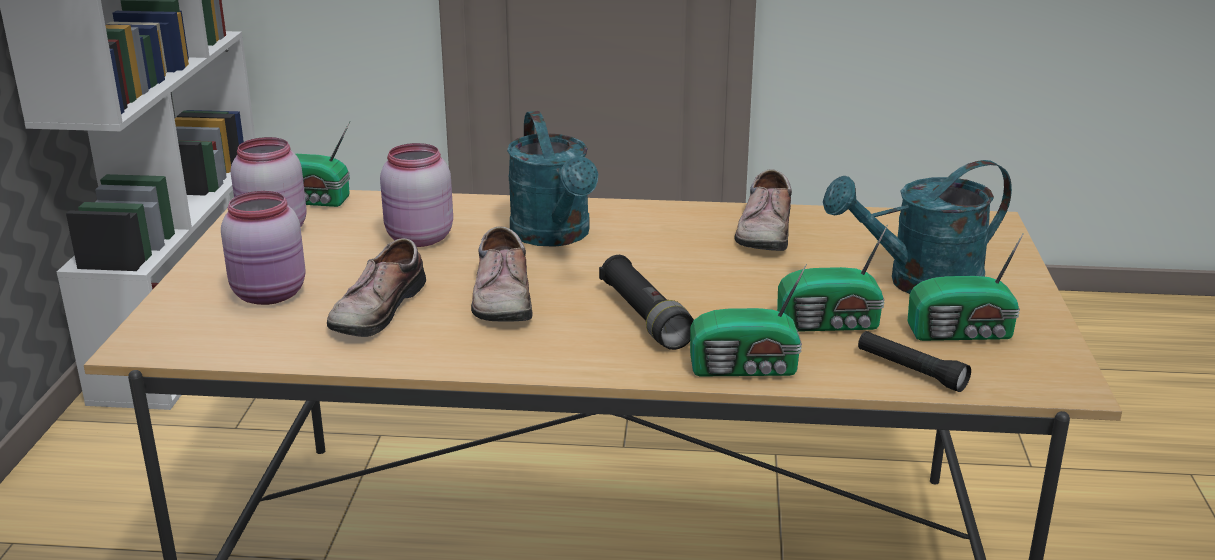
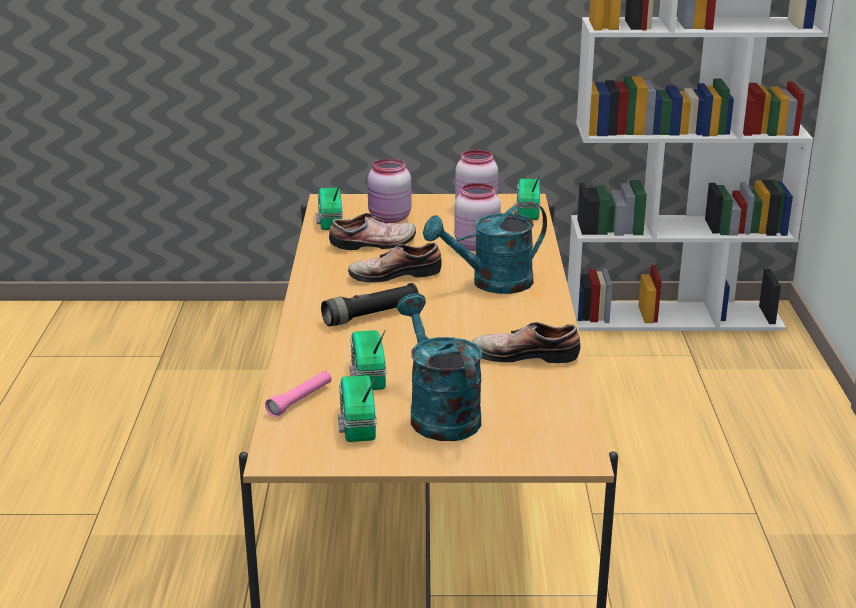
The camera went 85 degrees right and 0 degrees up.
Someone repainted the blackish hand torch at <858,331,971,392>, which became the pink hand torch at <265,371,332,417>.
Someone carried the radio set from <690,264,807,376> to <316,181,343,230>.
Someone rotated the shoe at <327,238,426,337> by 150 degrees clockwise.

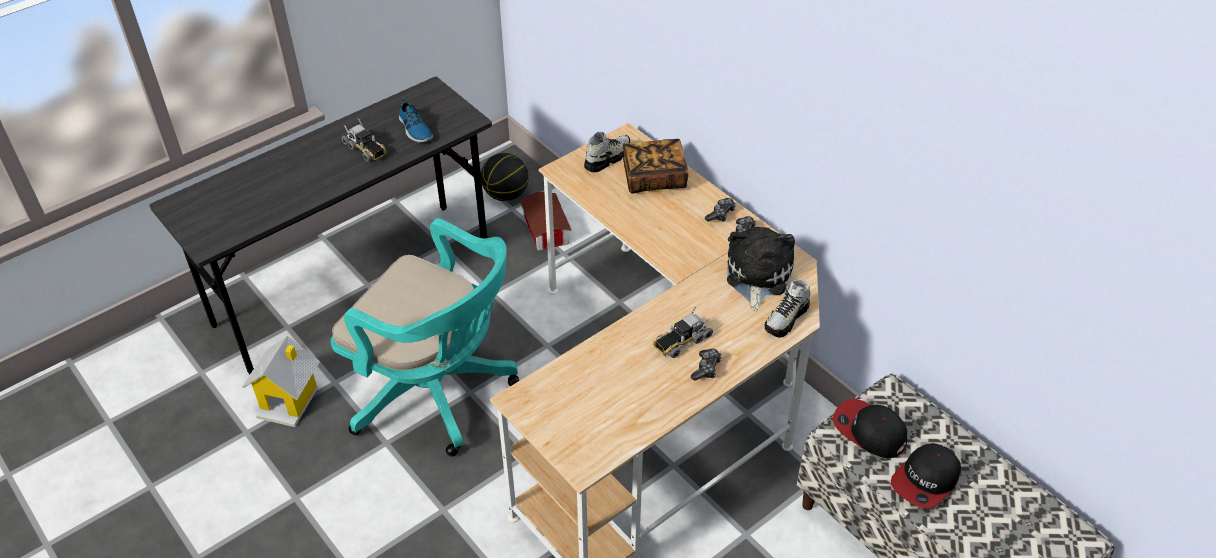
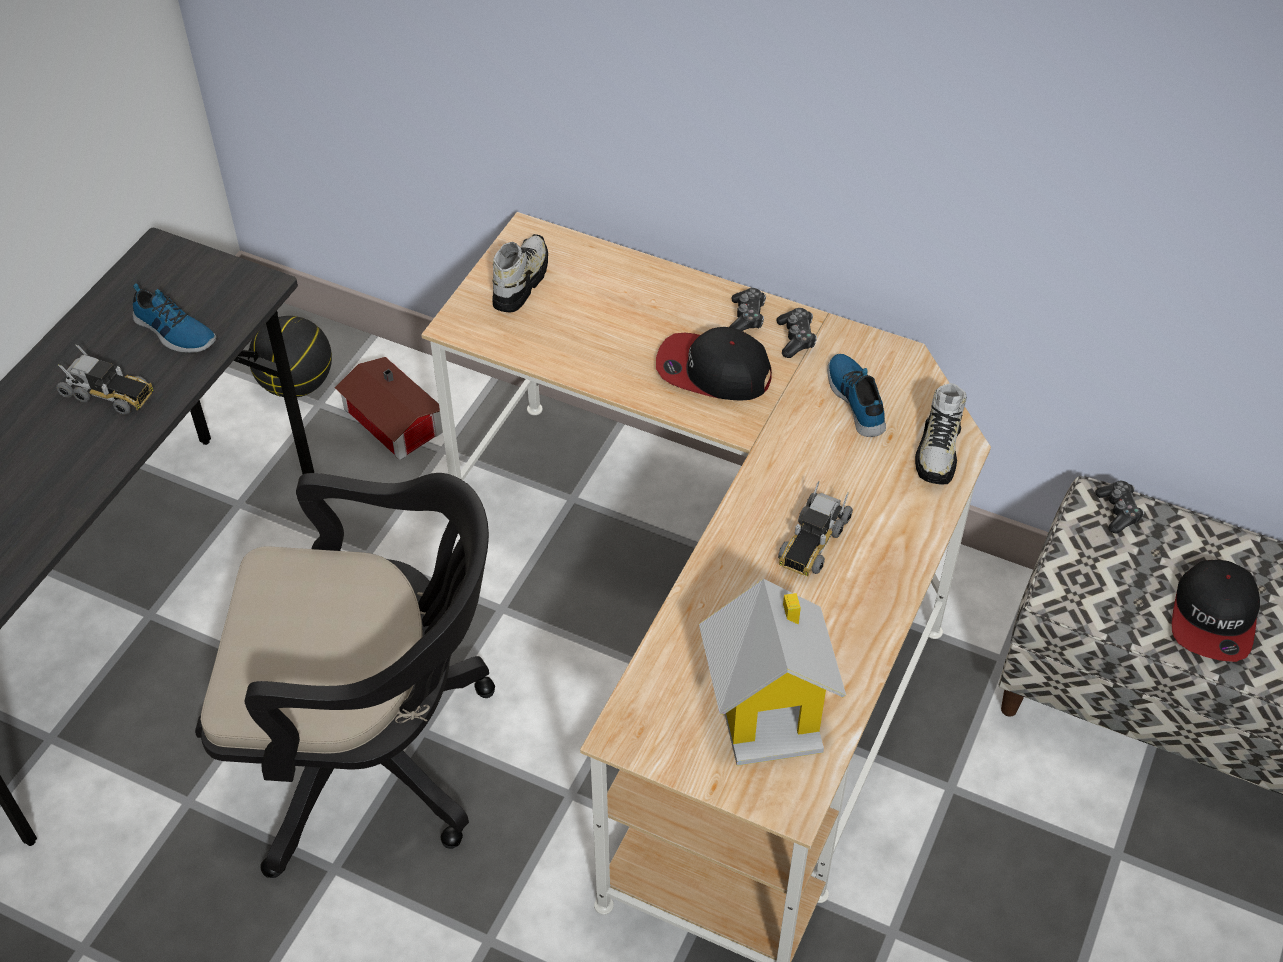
The camera went 25 degrees left and 5 degrees up.
Someone repainted the turquoise office chair at <331,218,519,457>, which became the blackish office chair at <195,473,495,878>.
Someone carried the baseball cap from <833,398,907,458> to <656,327,772,400>.
Someone carried the model house from <242,336,320,427> to <699,578,846,766>.
Someone swapped the soft toy at <727,227,795,311> for the shoe at <827,354,886,437>.
Someone carried the joypad from <691,349,722,381> to <1095,481,1144,534>.
Someone took away the book at <623,139,689,193>.

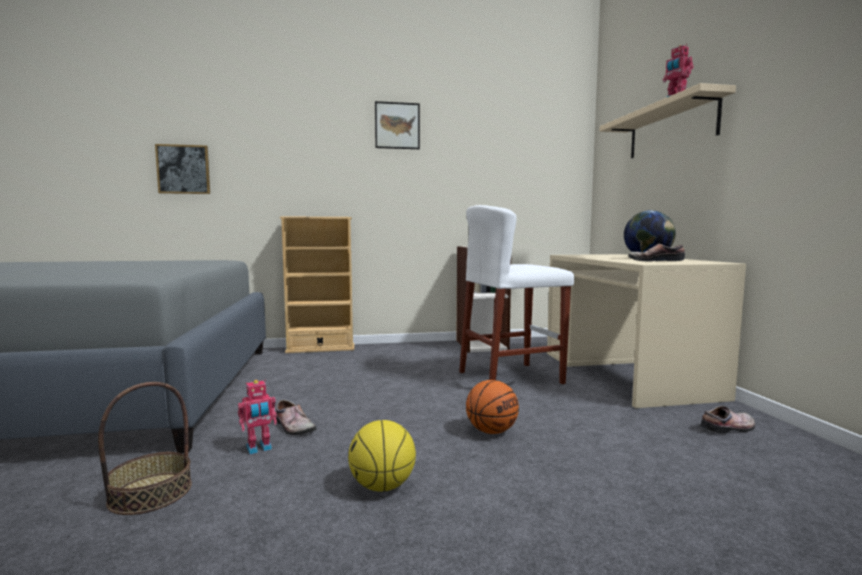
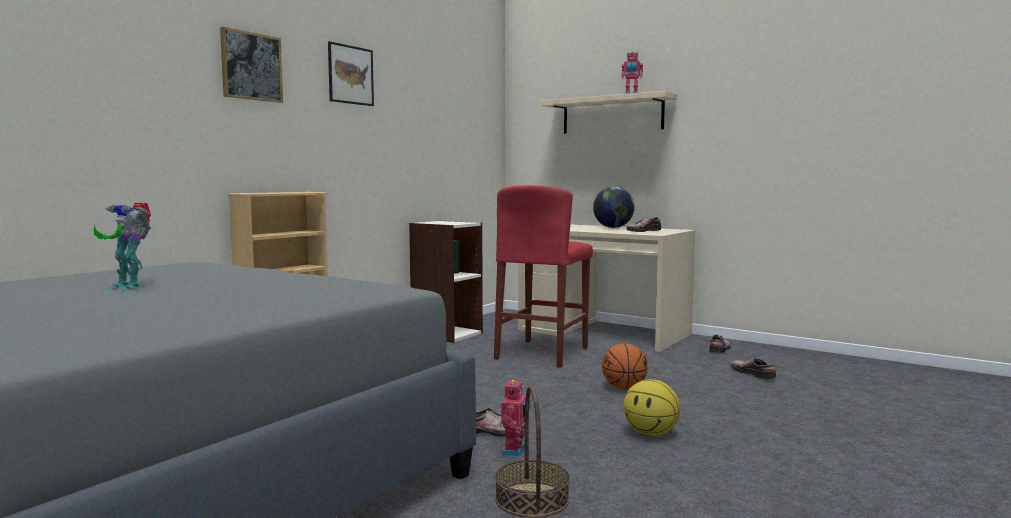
The camera went 45 degrees left and 0 degrees up.
Someone put down the toy robot at <94,202,151,290>.
Someone carried the picture from <155,144,210,194> to <220,27,283,103>.
Someone repainted the white-coloured stool at <459,205,574,384>, which became the red stool at <494,185,593,368>.
Someone put down the shoe at <731,358,776,380>.

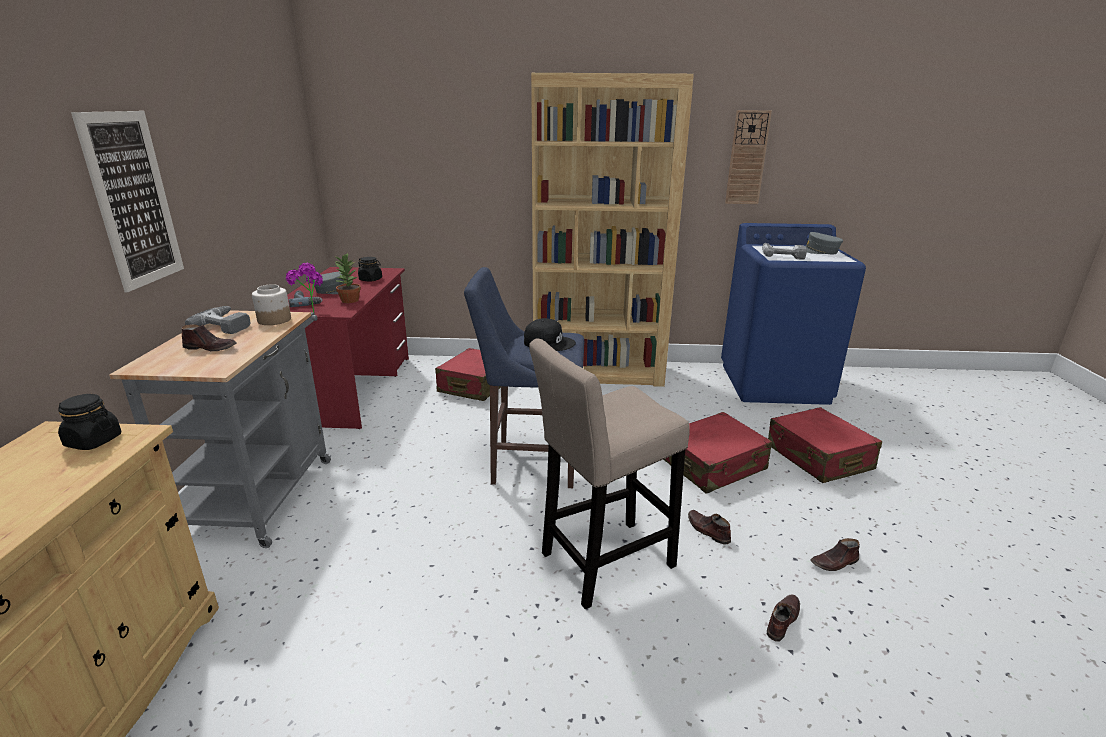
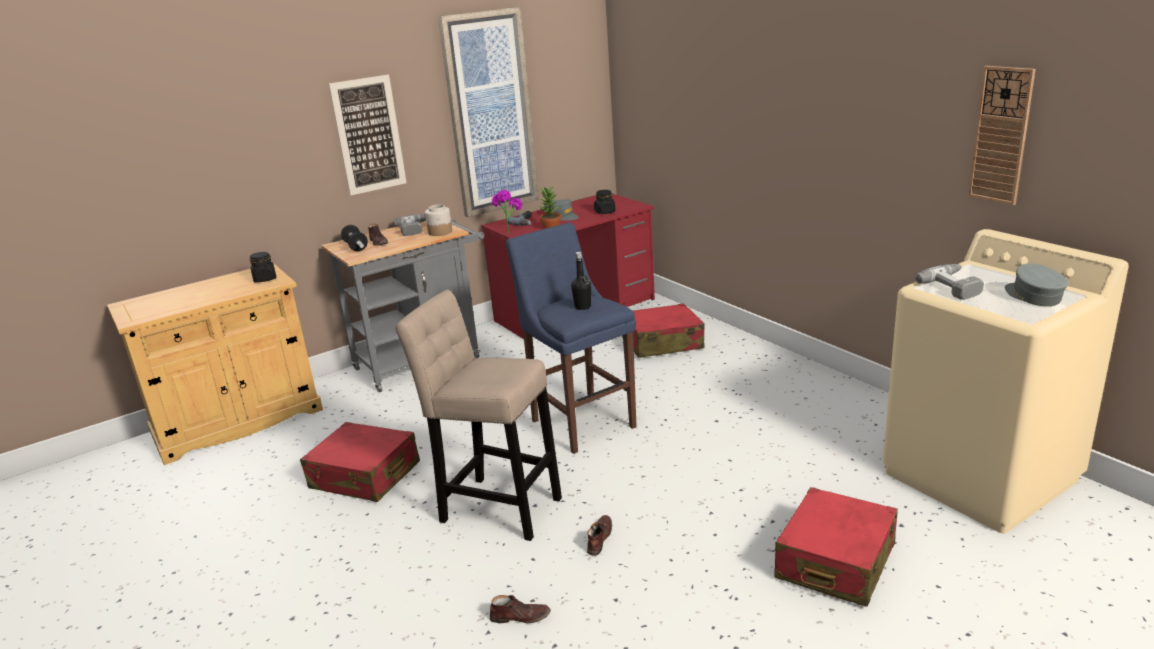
The camera went 55 degrees right and 0 degrees up.
Someone carried the red piece of luggage from <663,412,772,494> to <300,422,420,502>.
Someone put down the hand weight at <341,225,368,251>.
Someone put up the picture at <438,7,539,217>.
Someone swapped the blackish baseball cap at <524,318,576,351> for the blackish beverage bottle at <571,252,591,310>.
Someone repainted the bluish laundry machine at <721,223,866,405>, which became the beige laundry machine at <883,229,1129,534>.
Someone took away the brown-coloured shelving unit at <531,73,694,387>.
Someone took away the brown-coloured shoe at <811,538,859,571>.

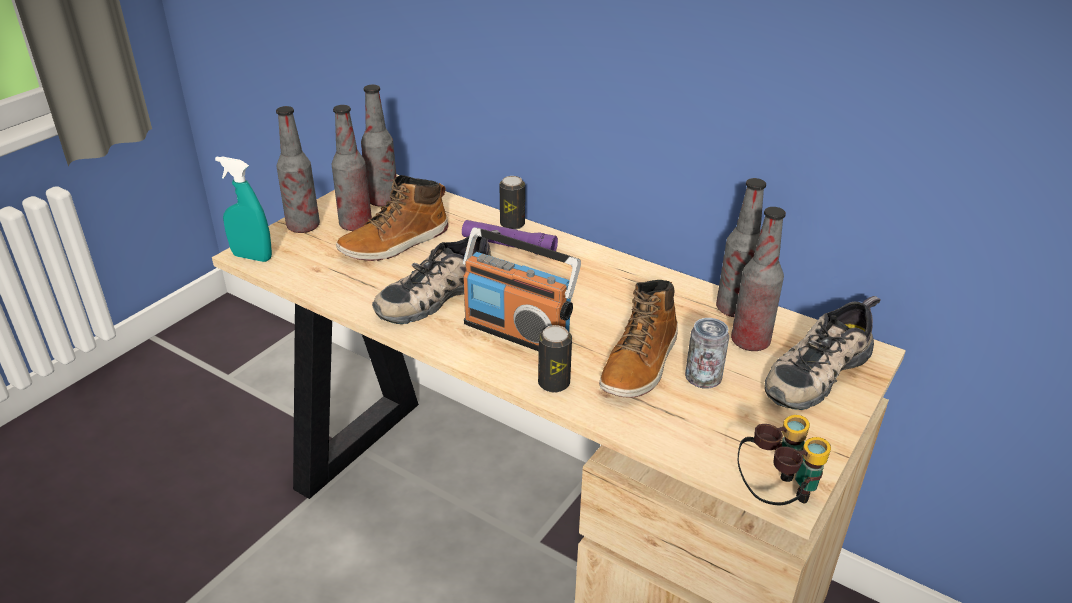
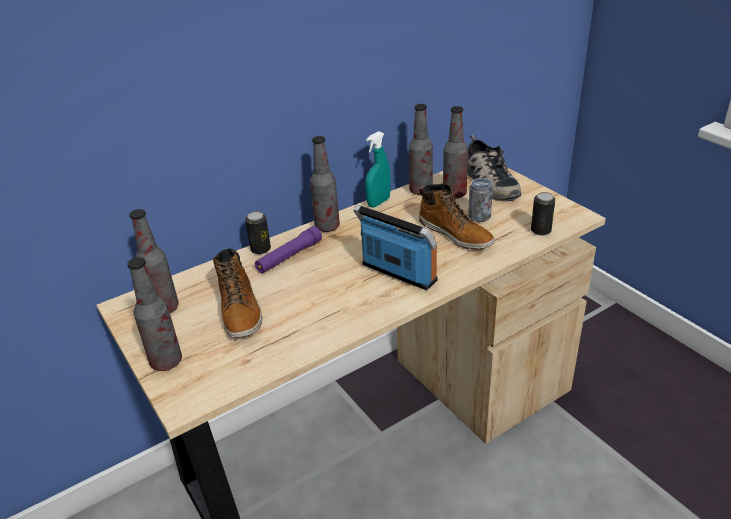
The camera went 65 degrees left and 0 degrees up.
Someone carried the beverage bottle from <332,105,372,231> to <310,136,340,232>.
Someone rotated the radio set at <463,227,581,351> by 105 degrees counterclockwise.
Someone carried the turquoise sprayer from <215,156,272,262> to <365,131,391,208>.
Someone carried the can from <538,325,572,393> to <531,192,555,235>.
Someone took away the shoe at <372,230,501,324>.
Someone took away the pair of binoculars at <738,415,831,505>.

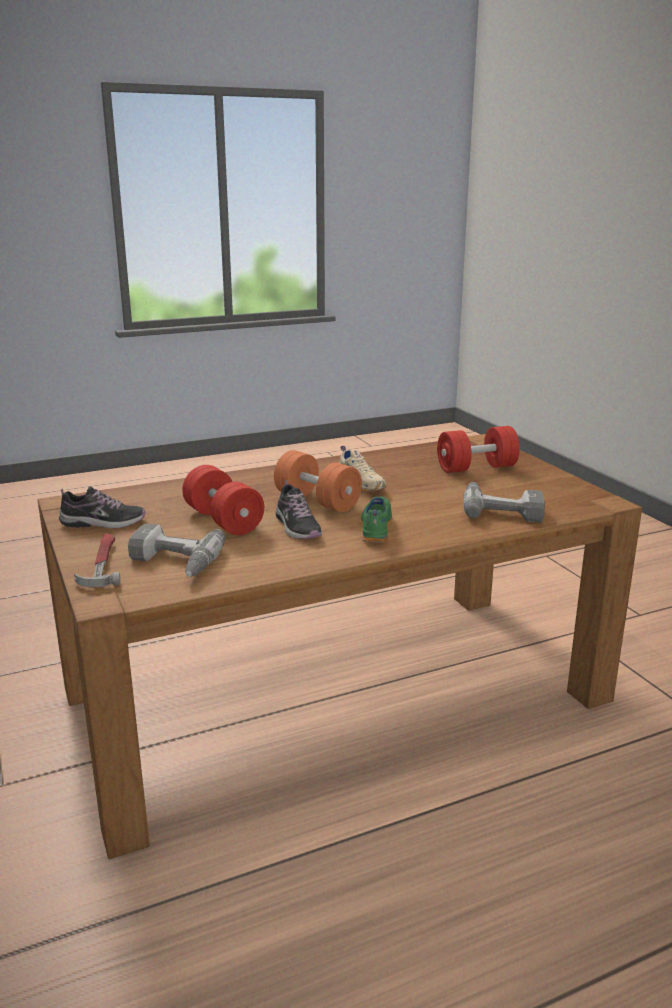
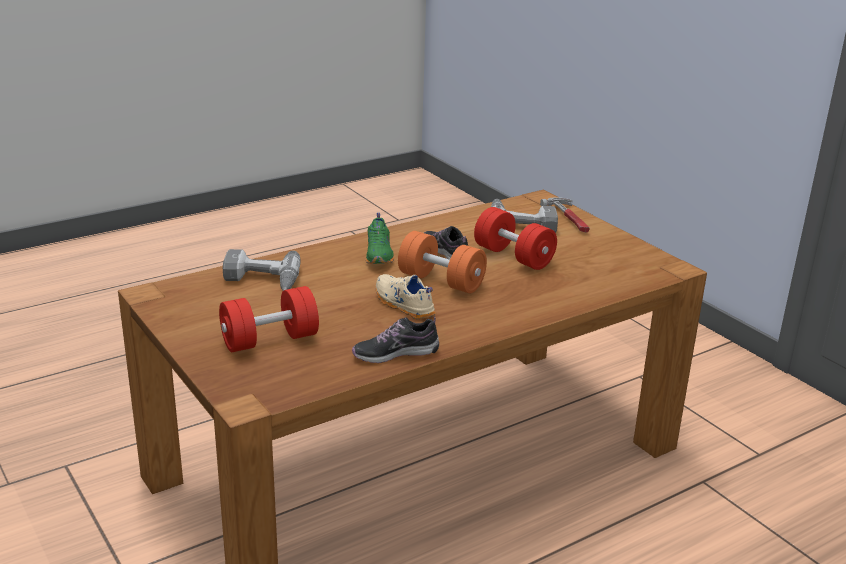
The camera went 170 degrees right and 5 degrees up.
Someone carried the shoe from <59,487,146,529> to <352,316,439,363>.

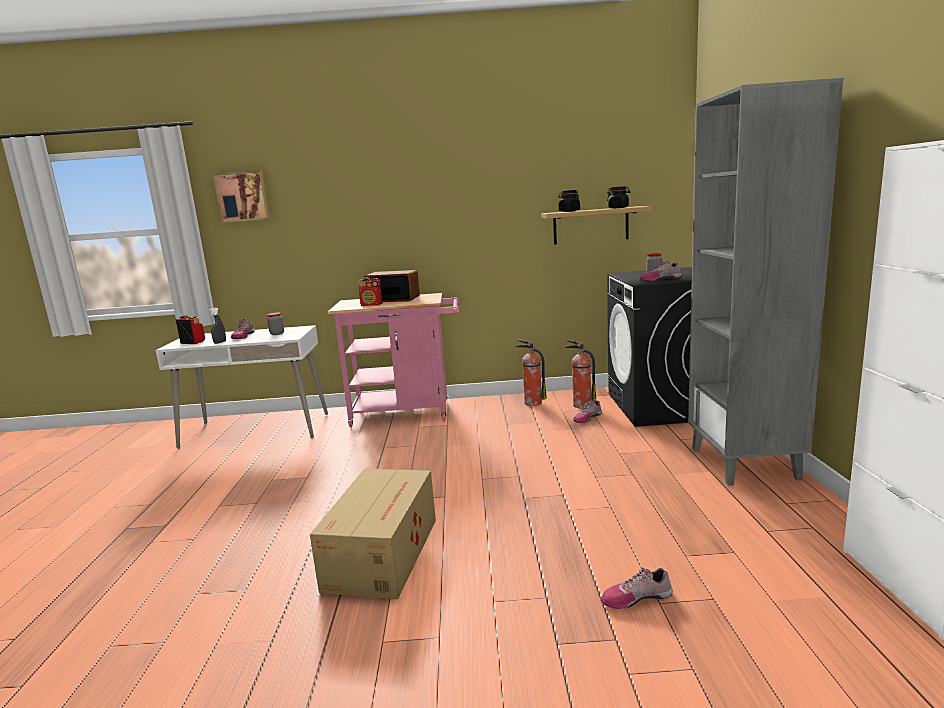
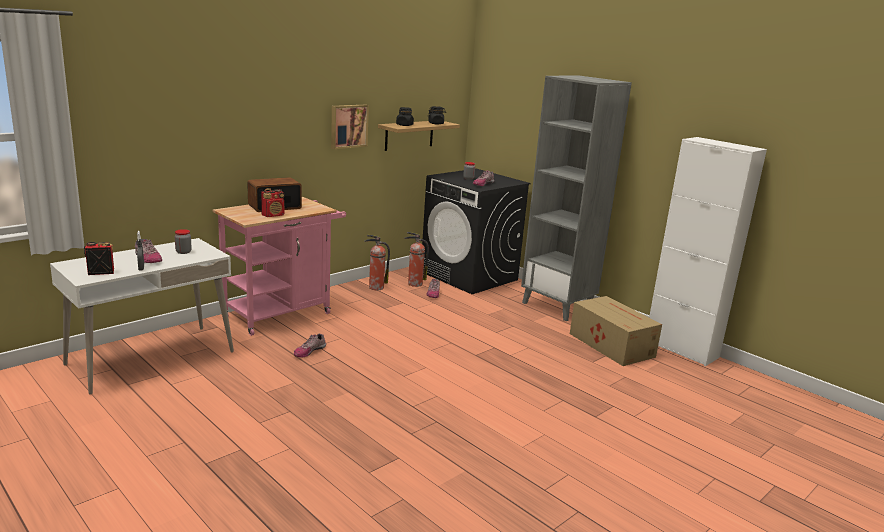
The camera went 45 degrees left and 5 degrees up.
Someone carried the shoe from <602,567,673,609> to <294,333,326,358>.
Someone carried the picture from <213,170,270,223> to <331,104,369,149>.
Someone carried the packing box from <310,468,436,599> to <570,296,662,366>.

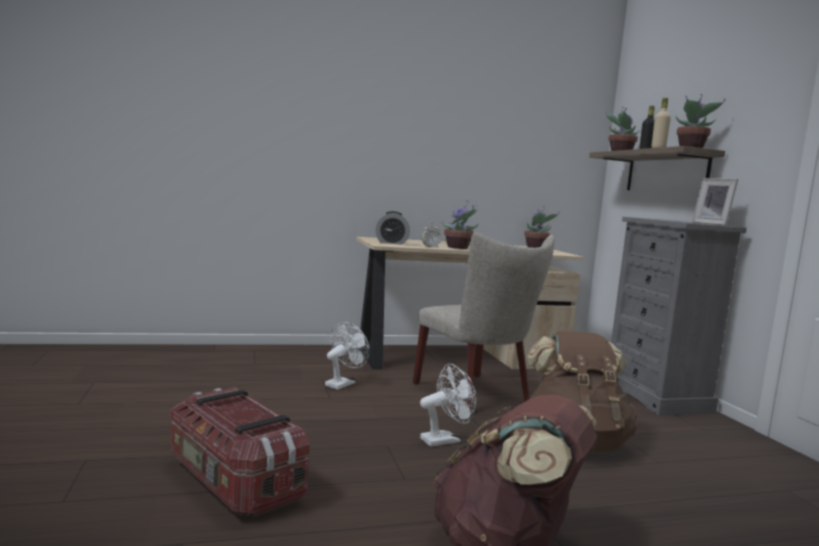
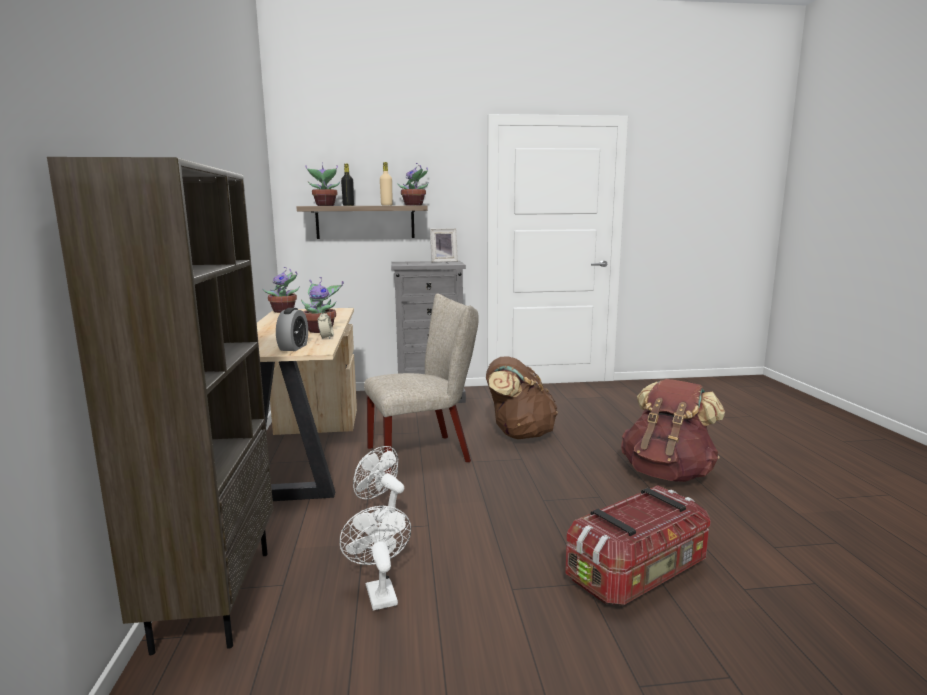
The camera went 80 degrees left and 5 degrees up.
Someone put down the brown-coloured shelving unit at <47,157,273,655>.
Someone carried the white-coloured cooling fan from <420,364,477,447> to <339,506,411,611>.

